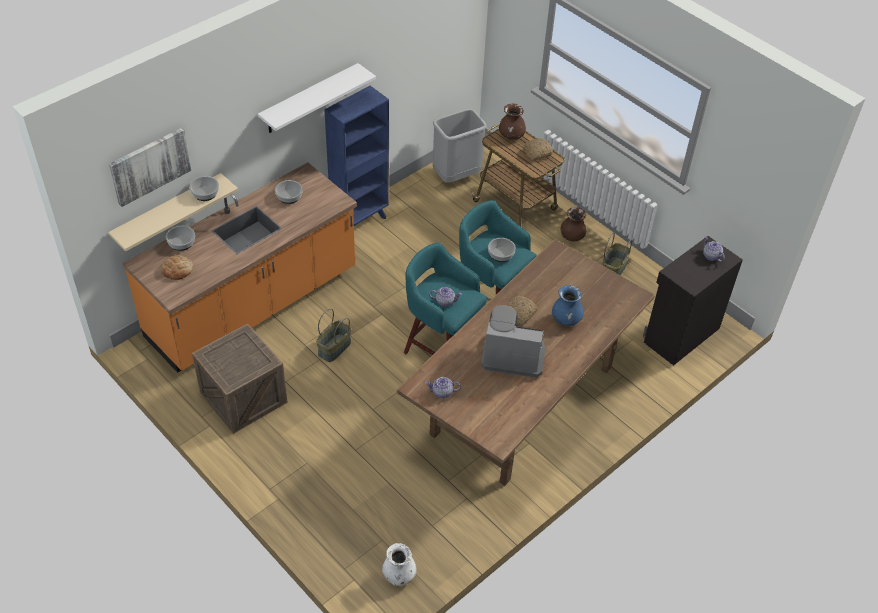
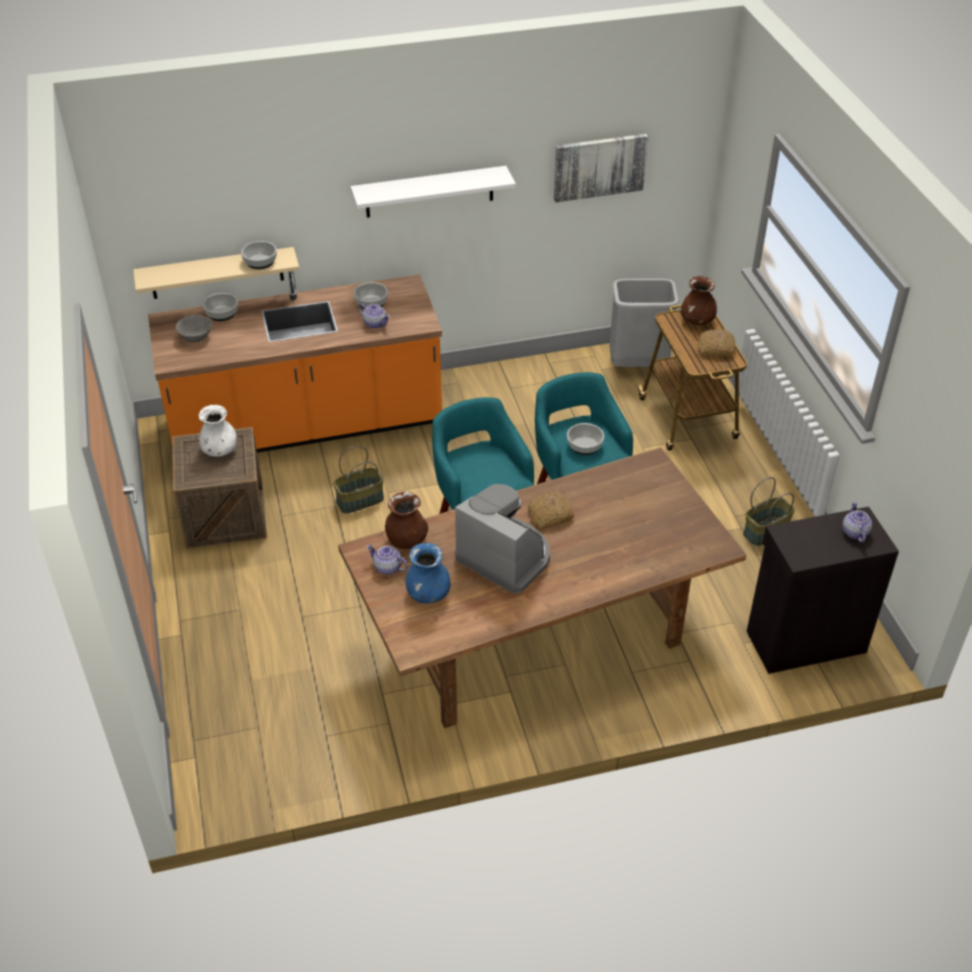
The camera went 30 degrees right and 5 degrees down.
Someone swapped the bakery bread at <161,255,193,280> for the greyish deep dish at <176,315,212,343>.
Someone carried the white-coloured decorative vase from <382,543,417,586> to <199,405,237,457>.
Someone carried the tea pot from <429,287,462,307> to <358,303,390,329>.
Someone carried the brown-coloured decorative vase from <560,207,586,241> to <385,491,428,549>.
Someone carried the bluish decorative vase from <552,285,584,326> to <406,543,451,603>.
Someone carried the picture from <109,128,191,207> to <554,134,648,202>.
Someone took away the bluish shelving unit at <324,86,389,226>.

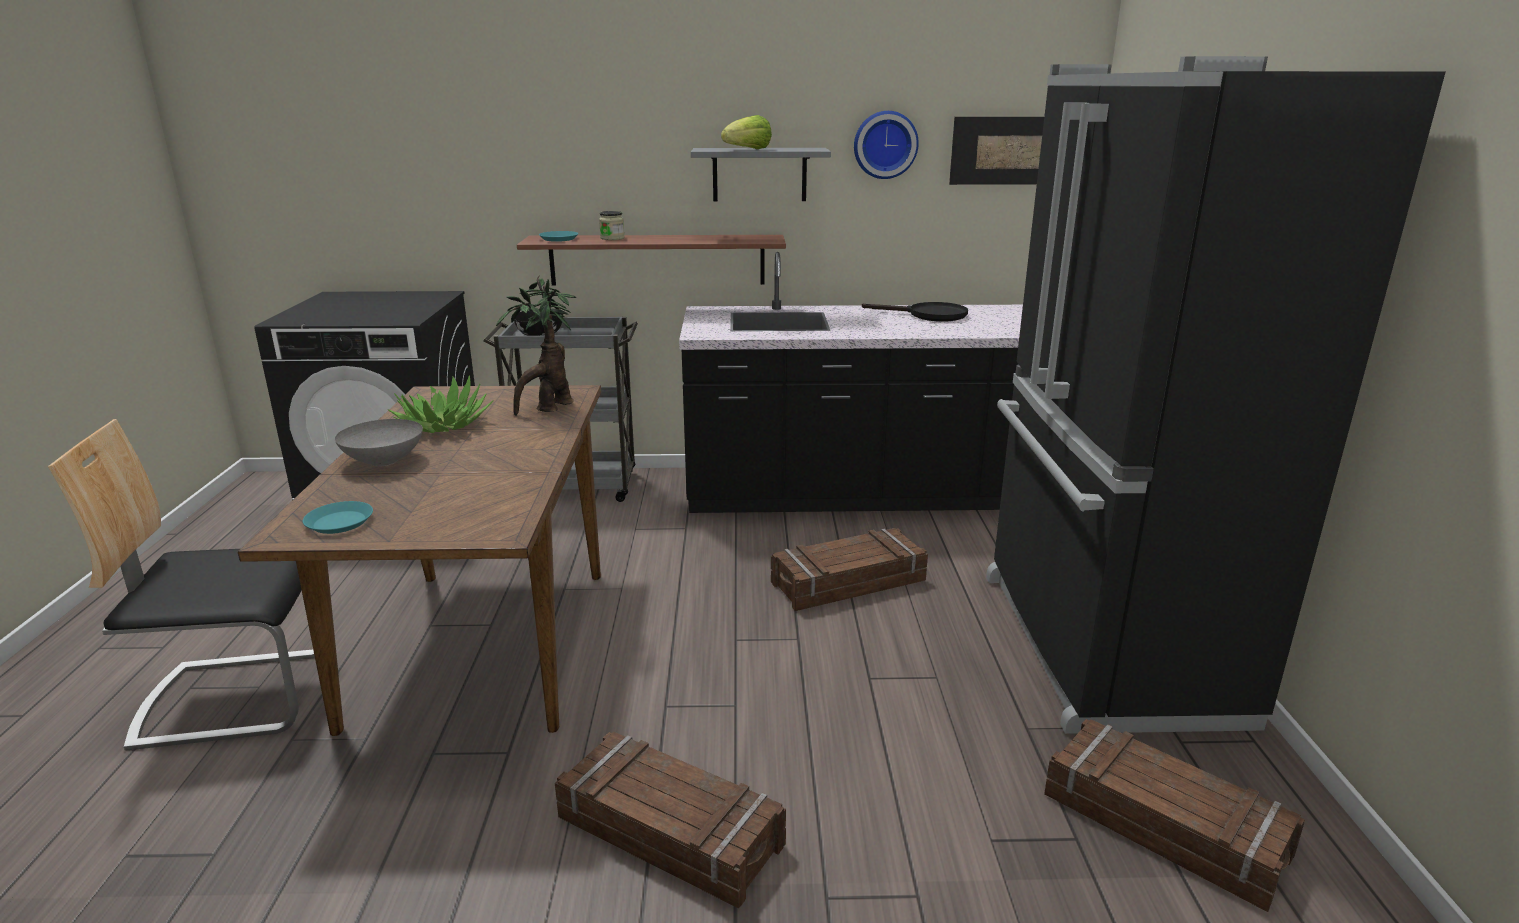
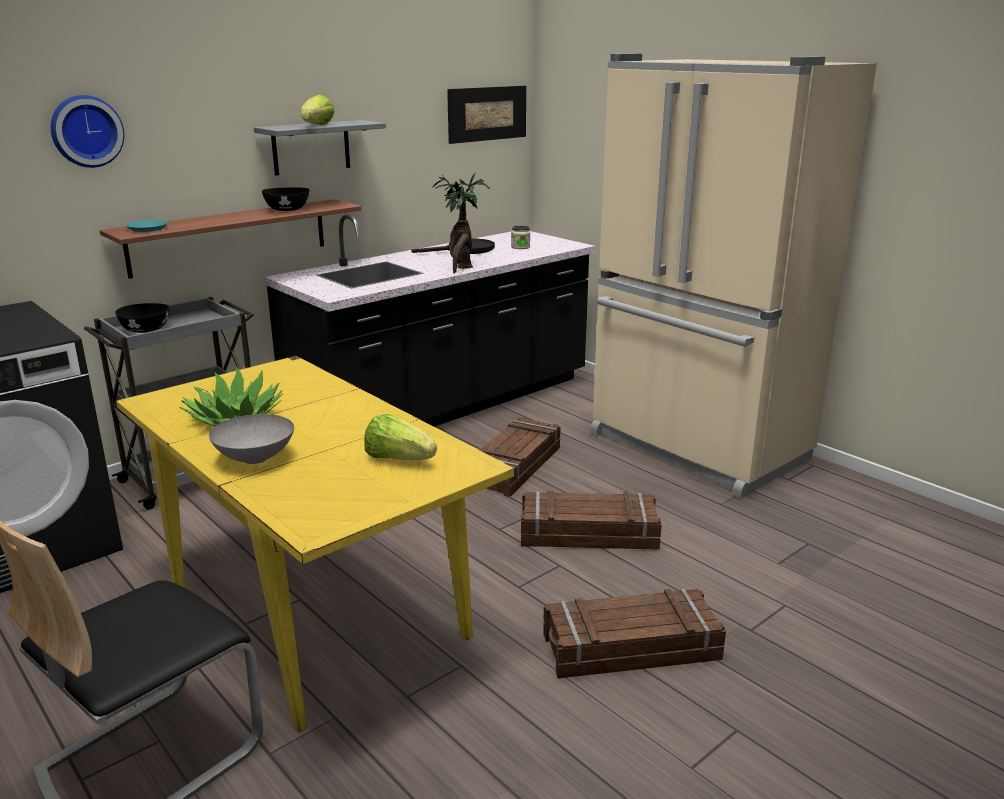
The camera went 40 degrees left and 0 degrees up.
Someone carried the hanging clock from <854,111,919,179> to <51,95,124,168>.
Someone repainted the brown-coloured dining table at <238,385,601,736>, which became the yellowish dining table at <116,356,514,732>.
Someone put down the blackish deep dish at <262,187,310,211>.
Someone put down the lettuce head at <364,414,437,460>.
Someone carried the potted plant from <496,275,577,416> to <432,172,490,274>.
Someone carried the jar from <599,211,625,240> to <511,225,530,249>.
Someone carried the packing crate from <1044,719,1305,912> to <521,490,662,550>.
Someone repainted the blackish kitchen fridge at <986,56,1446,734>, which became the beige kitchen fridge at <591,54,877,498>.
Someone took away the turquoise flat dish at <303,501,373,534>.

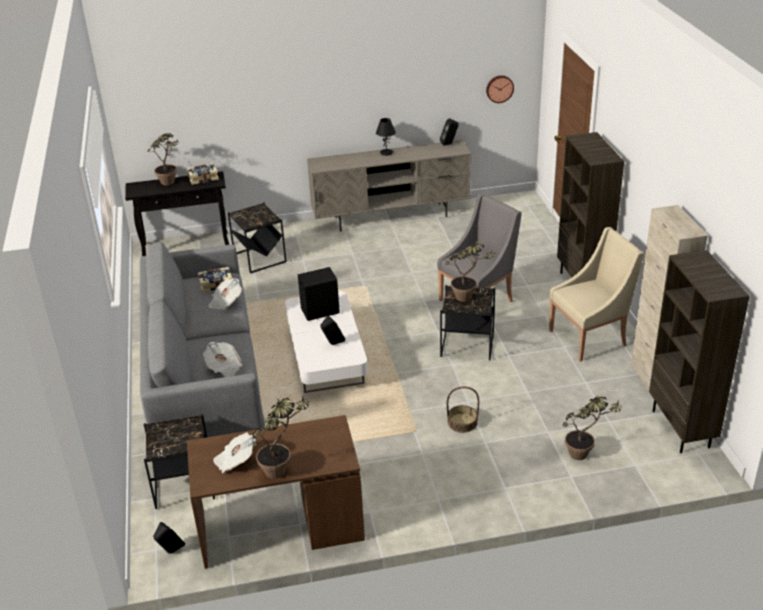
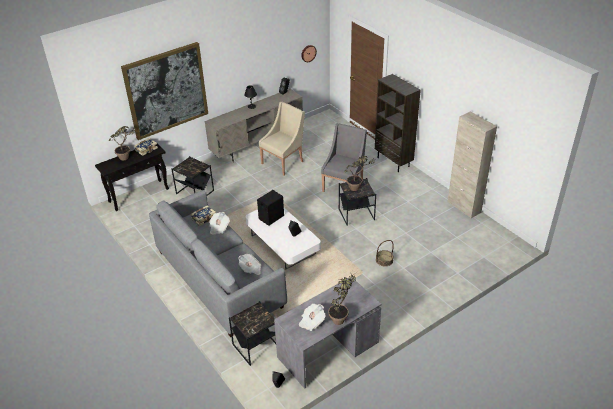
The camera went 25 degrees left and 5 degrees up.
Someone put up the picture at <121,42,208,140>.
Someone carried the beige armchair from <549,227,644,362> to <259,101,305,176>.
Someone repainted the brown-coloured desk at <187,415,365,569>, which became the greyish desk at <274,277,382,389>.
Someone took away the potted plant at <563,395,622,460>.
Someone took away the brown-coloured shelving unit at <649,250,750,453>.

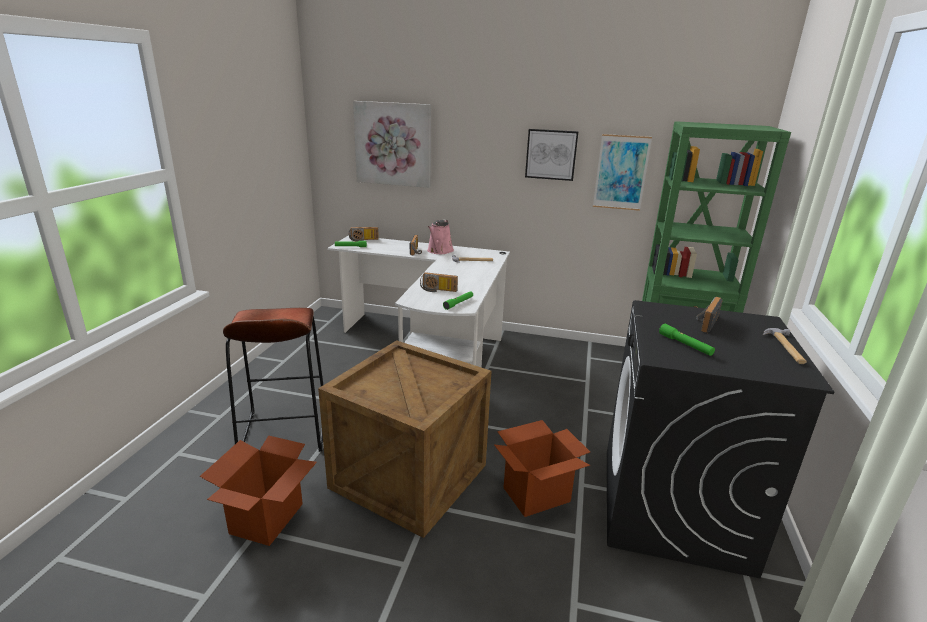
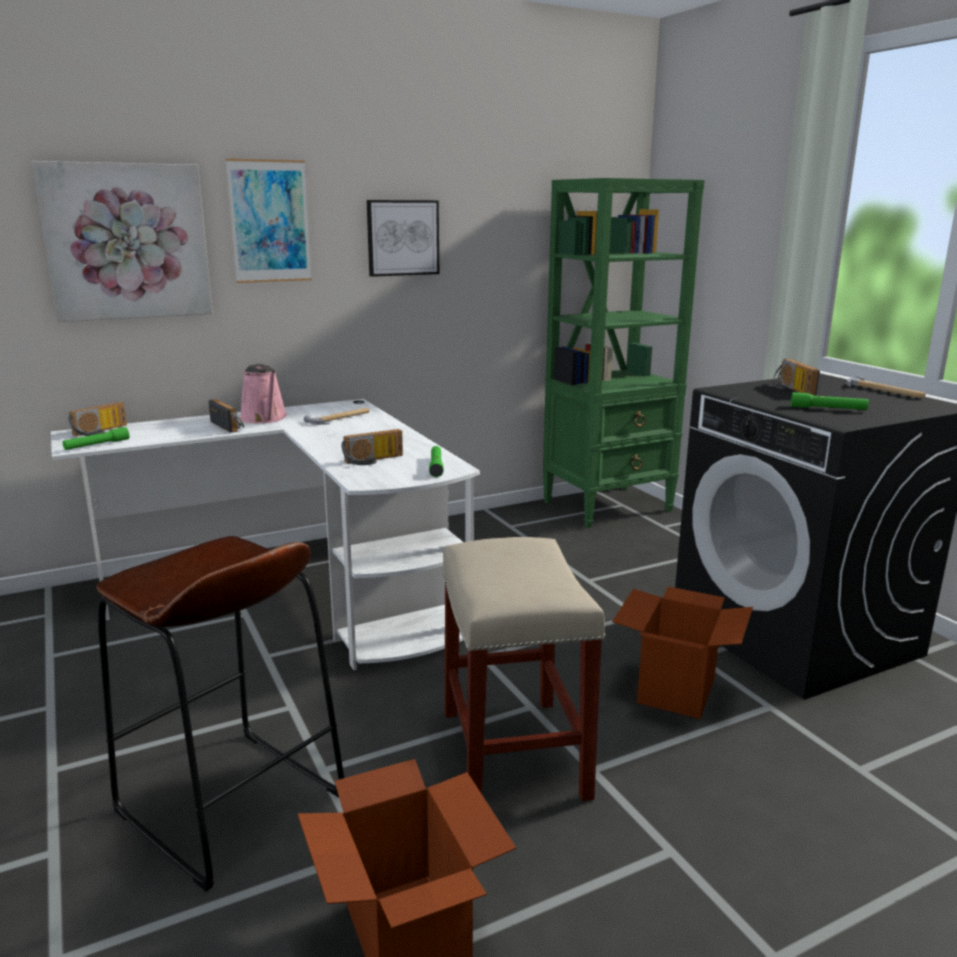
The camera went 40 degrees left and 5 degrees down.
Someone carried the picture from <593,134,652,211> to <225,158,312,283>.
Someone swapped the packing crate at <318,340,491,538> for the beige stool at <442,537,605,801>.

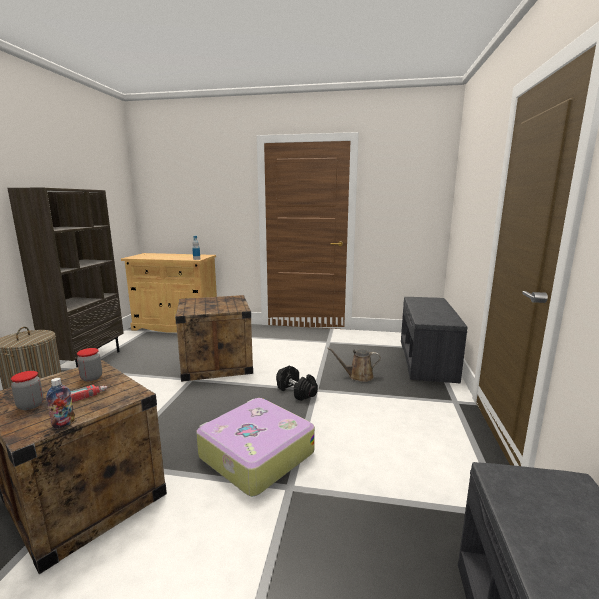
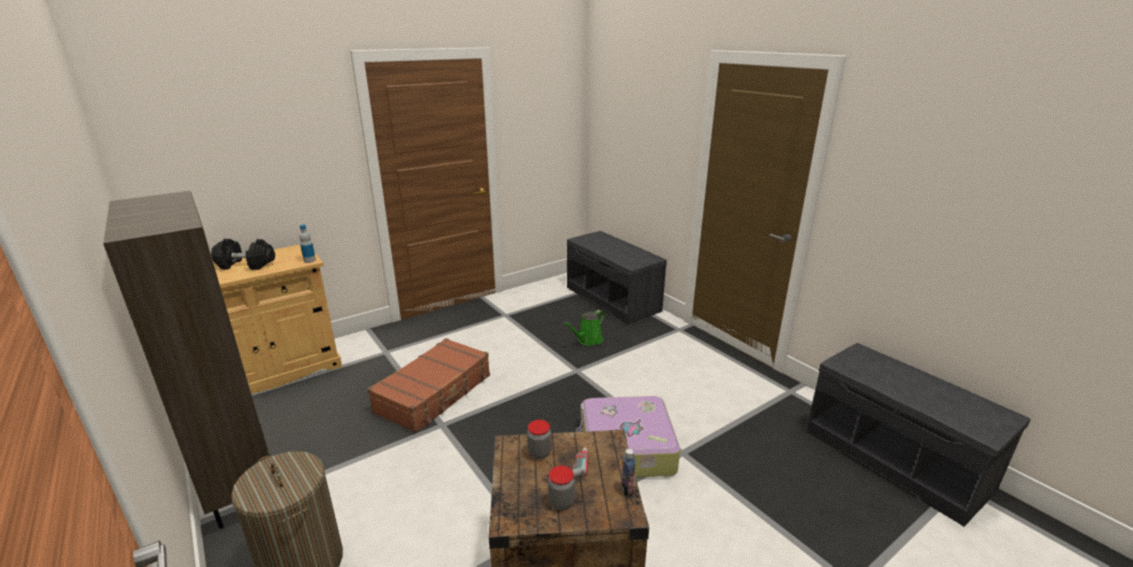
The camera went 45 degrees left and 10 degrees up.
Someone carried the blackish hand weight from <276,365,318,401> to <211,239,275,270>.
Someone swapped the packing crate at <175,295,253,382> for the brown-coloured piece of luggage at <367,338,490,433>.
Someone repainted the brown-coloured sprinkling can at <327,348,381,382>, which became the green-coloured sprinkling can at <564,310,605,346>.

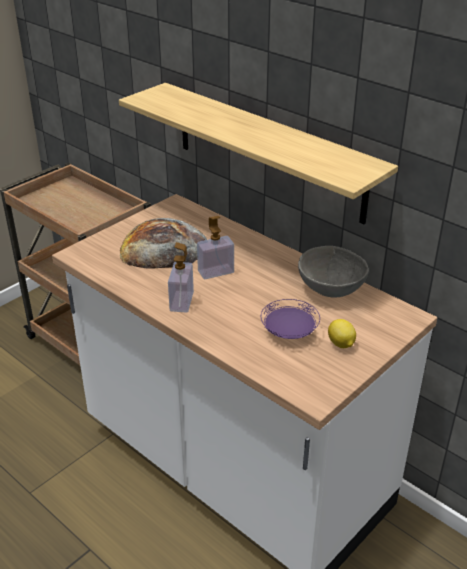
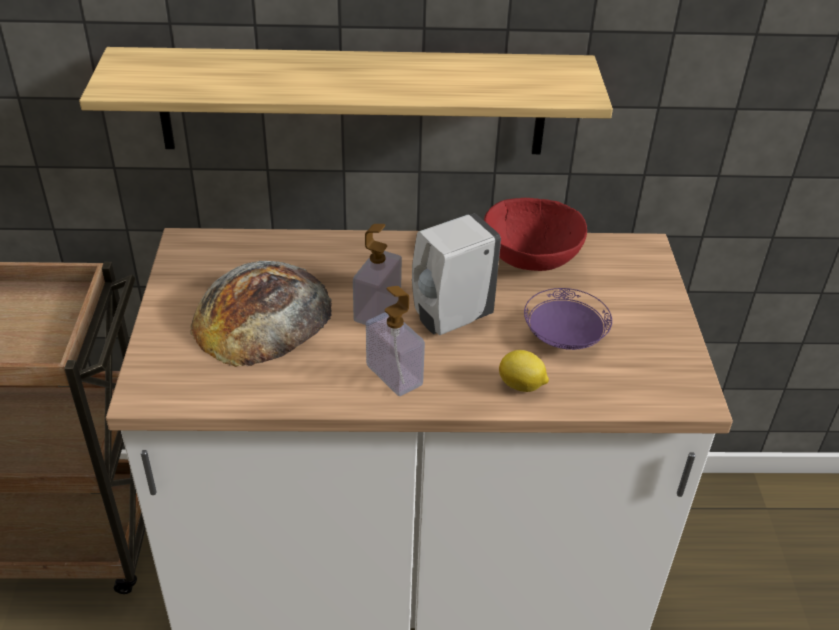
The camera went 45 degrees left and 5 degrees up.
Someone put down the white-coloured soap dispenser at <412,213,501,335>.
Someone repainted the greyish deep dish at <298,246,369,298>, which became the red deep dish at <484,198,587,271>.
Someone carried the lemon from <328,319,356,348> to <499,350,549,392>.

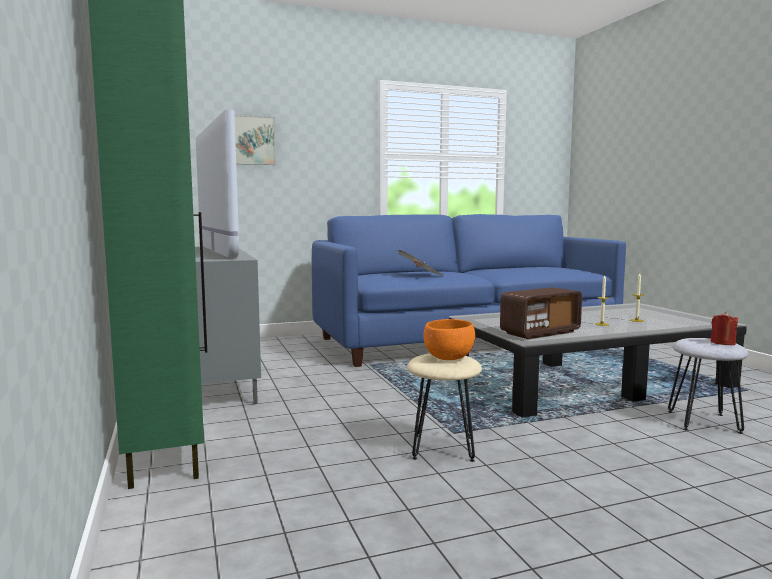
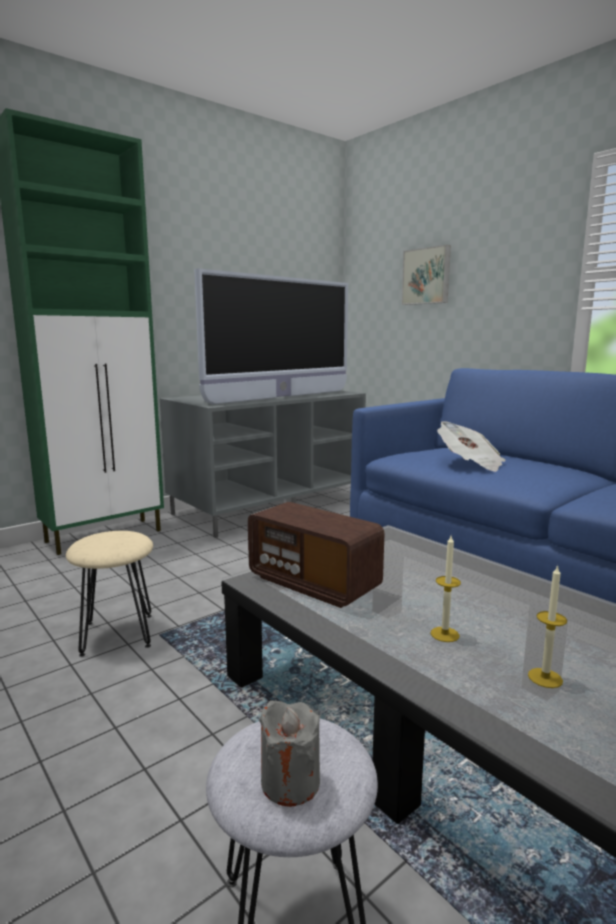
The camera went 70 degrees right and 5 degrees up.
Someone repainted the red candle at <711,312,738,345>, which became the greyish candle at <259,700,320,807>.
Someone took away the orange deep dish at <424,319,475,360>.

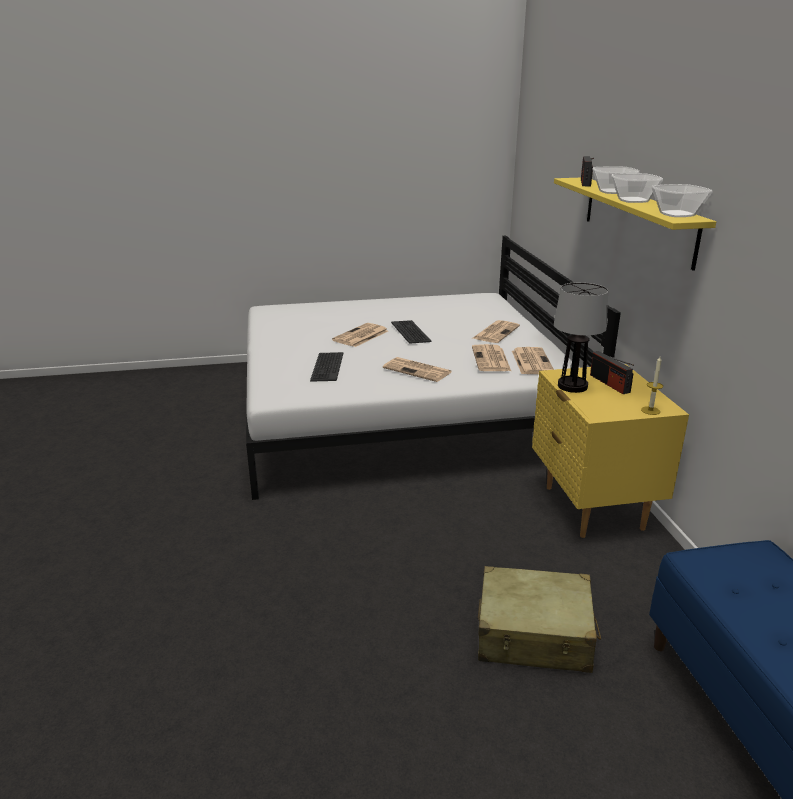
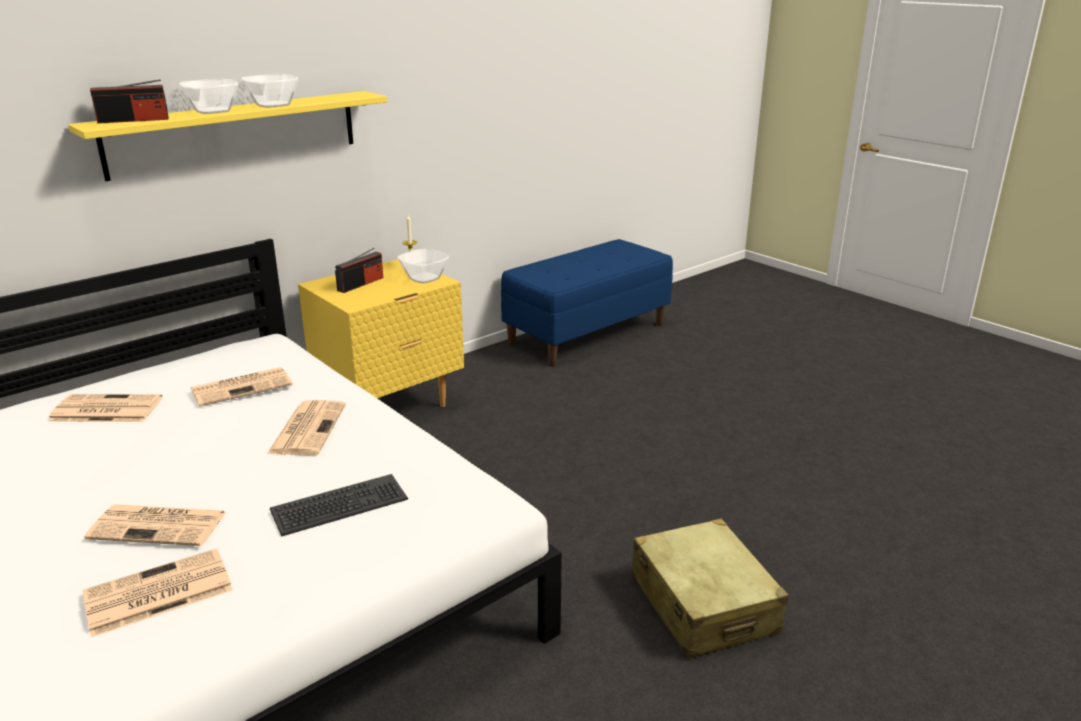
The camera went 120 degrees left and 0 degrees up.
Someone carried the daily paper from <512,347,554,374> to <82,549,232,637>.
Someone carried the deep dish from <652,184,713,217> to <397,248,449,283>.
Someone carried the beige piece of luggage from <478,566,601,673> to <631,518,789,659>.
Someone took away the PC keyboard at <391,320,431,344>.
Someone took away the tabletop lamp at <554,282,608,393>.

